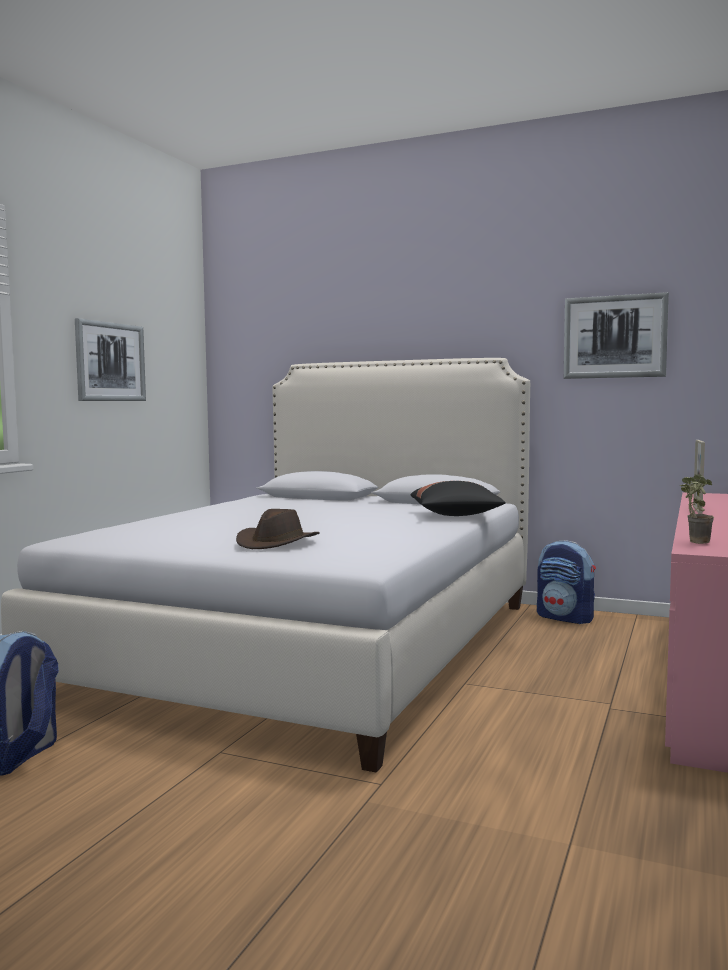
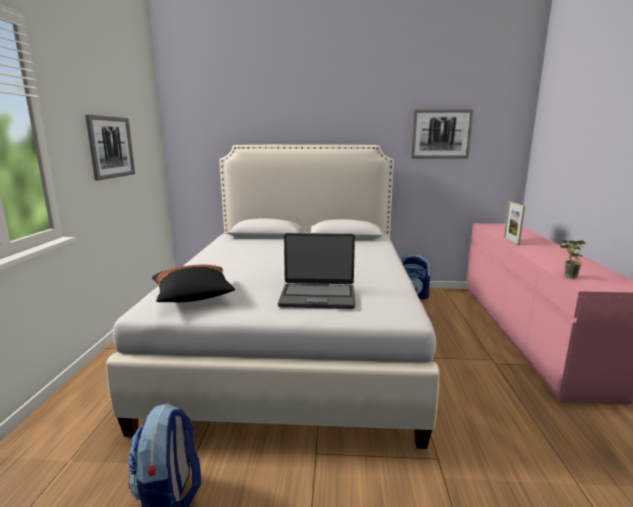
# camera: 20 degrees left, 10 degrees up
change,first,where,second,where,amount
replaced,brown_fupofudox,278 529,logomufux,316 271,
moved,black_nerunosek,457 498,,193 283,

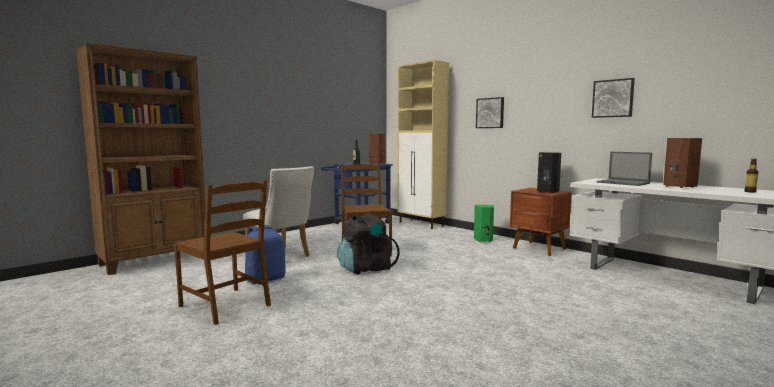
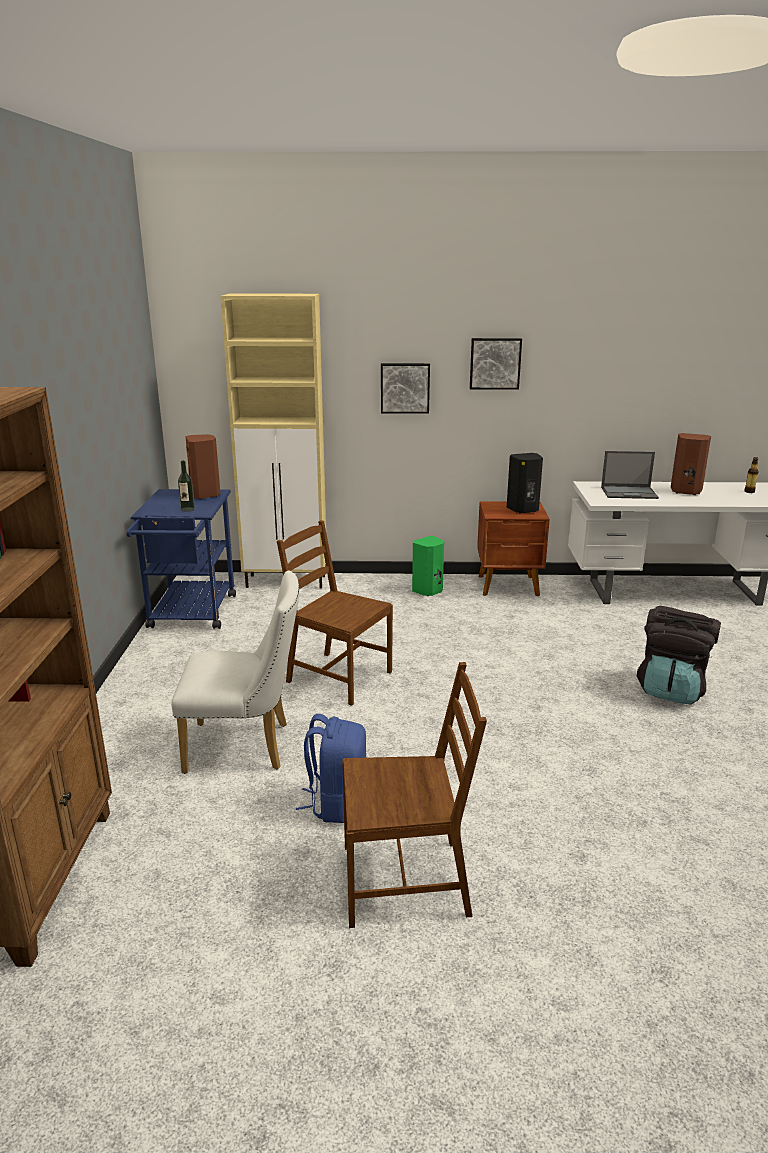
# camera: 45 degrees left, 15 degrees up
change,first,where,second,where,amount
moved,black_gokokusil,368 244,,679 655,
moved,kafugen,613 98,,496 364,

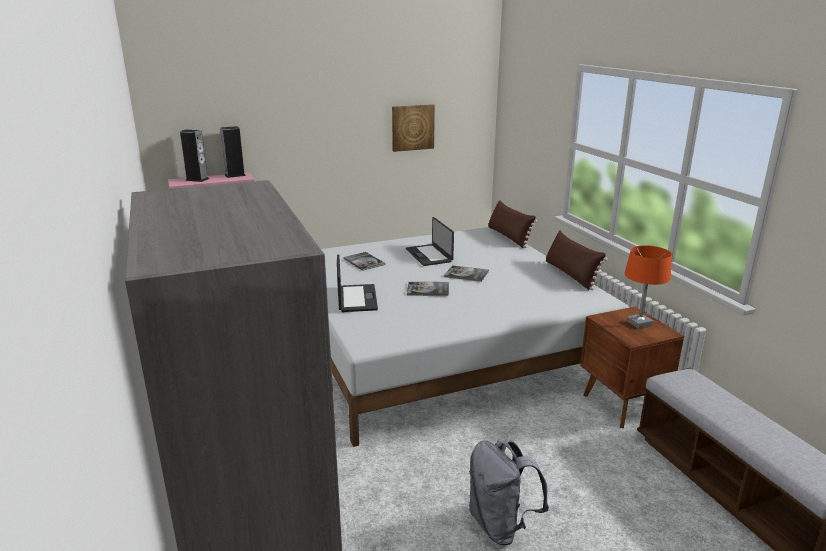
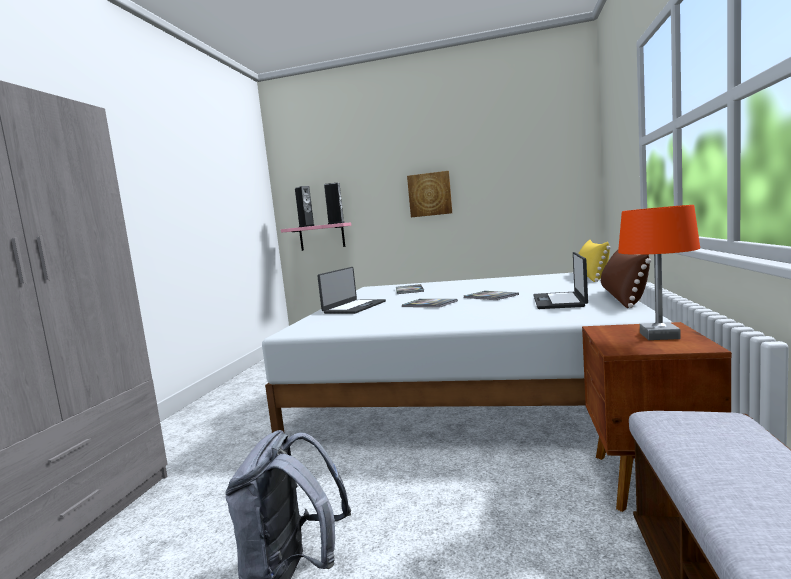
# camera: 35 degrees right, 15 degrees down
change,first,where,second,where,amount
moved,kafugen,413 128,,429 194,
moved,logomufux,430 241,,560 280,
recoloured,brown_nerunosek,512 224,yellow_nerunosek,594 261,

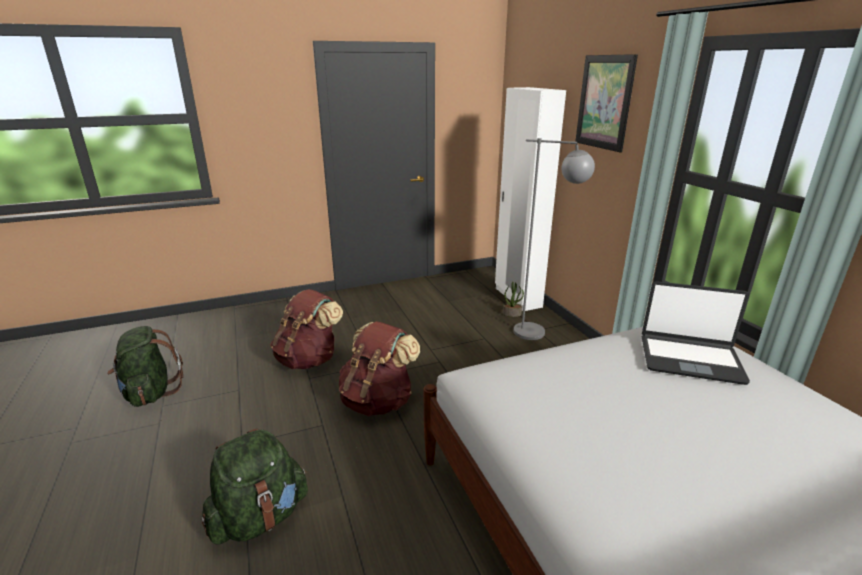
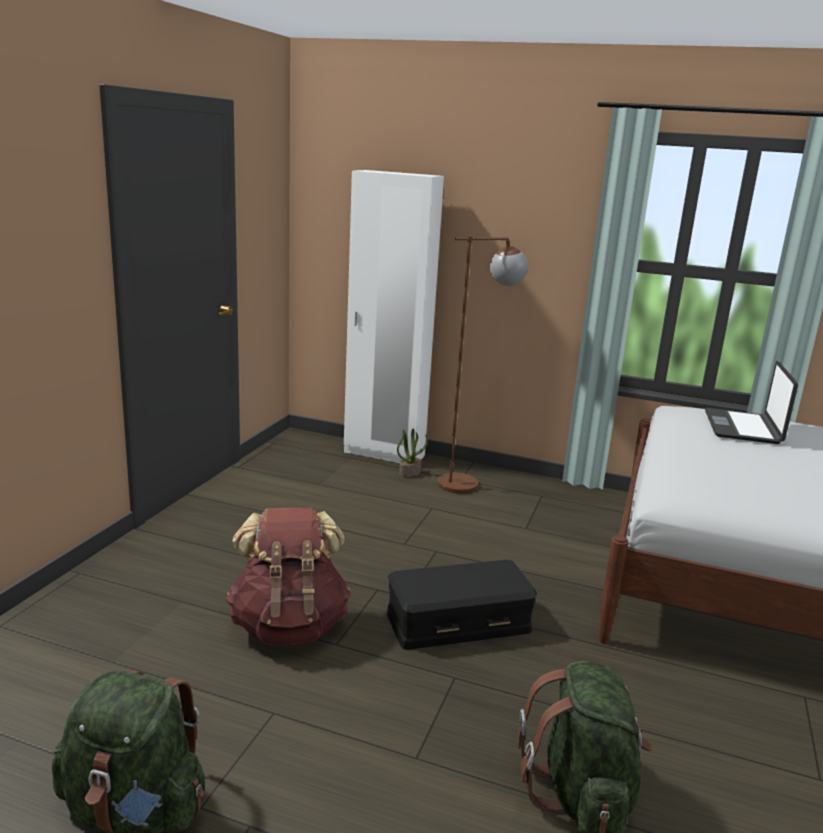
# camera: 50 degrees left, 5 degrees down
change,first,where,second,where,amount
replaced,brown_gokokusil,379 369,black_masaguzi,461 605,
recoloured,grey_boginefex,554 239,brown_boginefex,483 365,
removed,kafugen,606 103,,,
turned,logomufux,696 333,,751 402,135 degrees clockwise

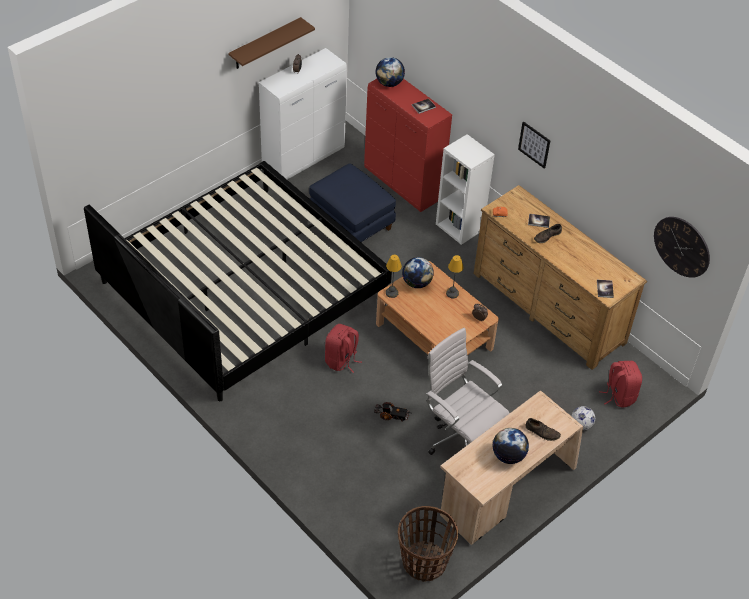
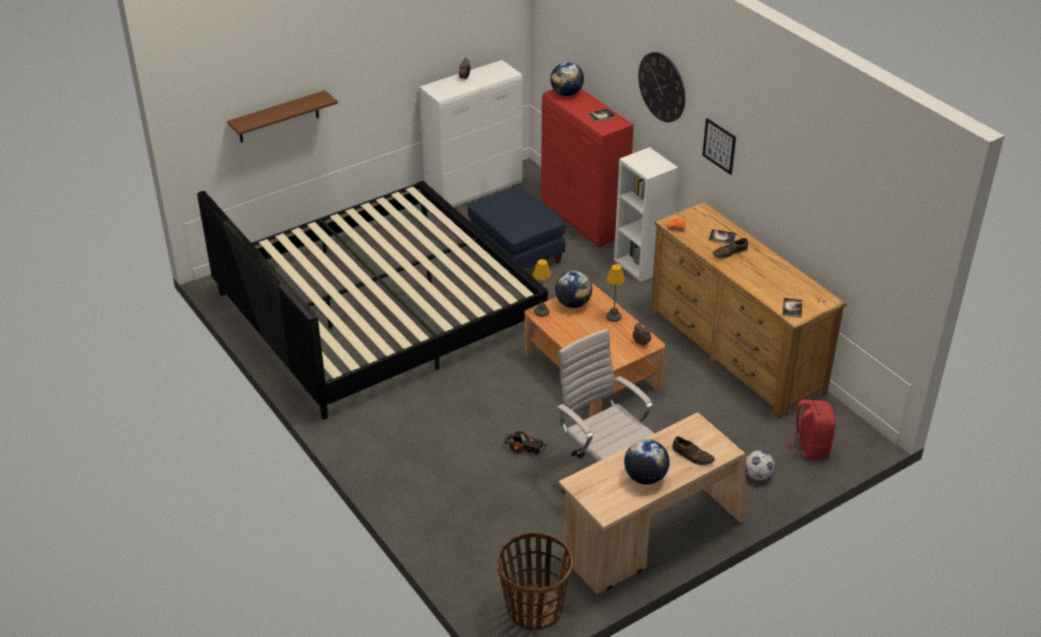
# camera: 10 degrees right, 10 degrees down
change,first,where,second,where,amount
moved,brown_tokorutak,271 43,,282 116,
removed,red_gokokusil,343 348,,,
moved,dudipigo,682 247,,661 87,

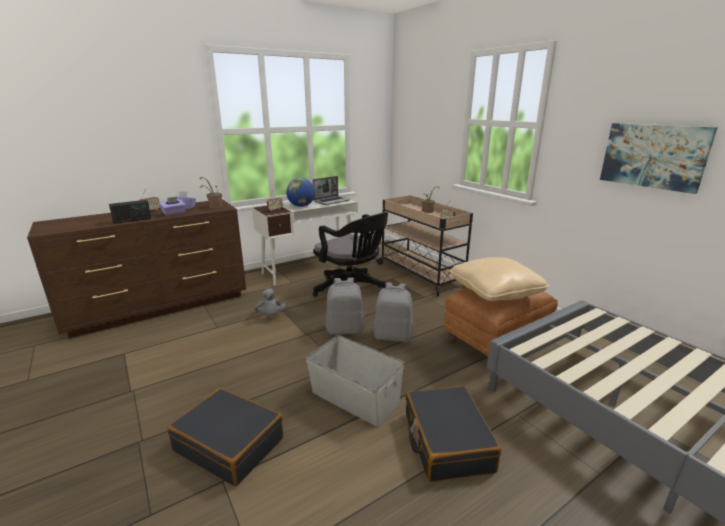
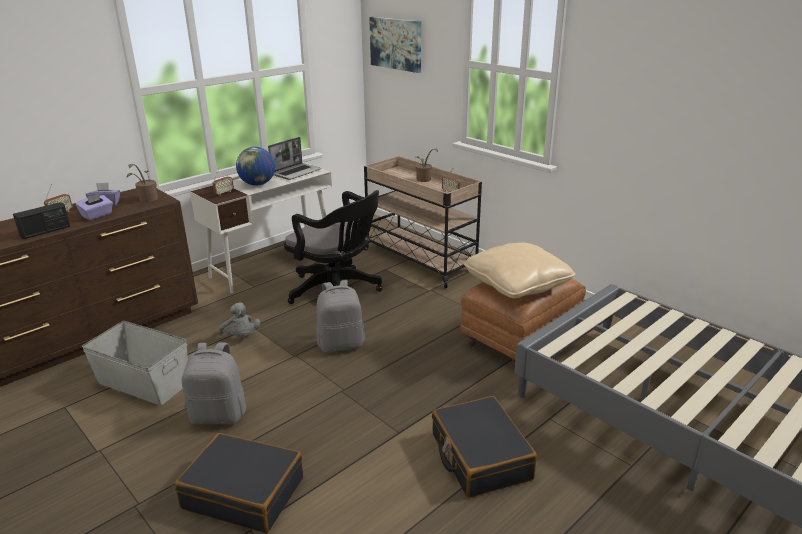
# camera: 10 degrees left, 5 degrees up
change,first,where,second,where,amount
moved,grey_masaguzi,355 381,,135 363,
moved,grey_gokokusil,393 312,,213 384,
moved,kafugen,659 158,,395 45,

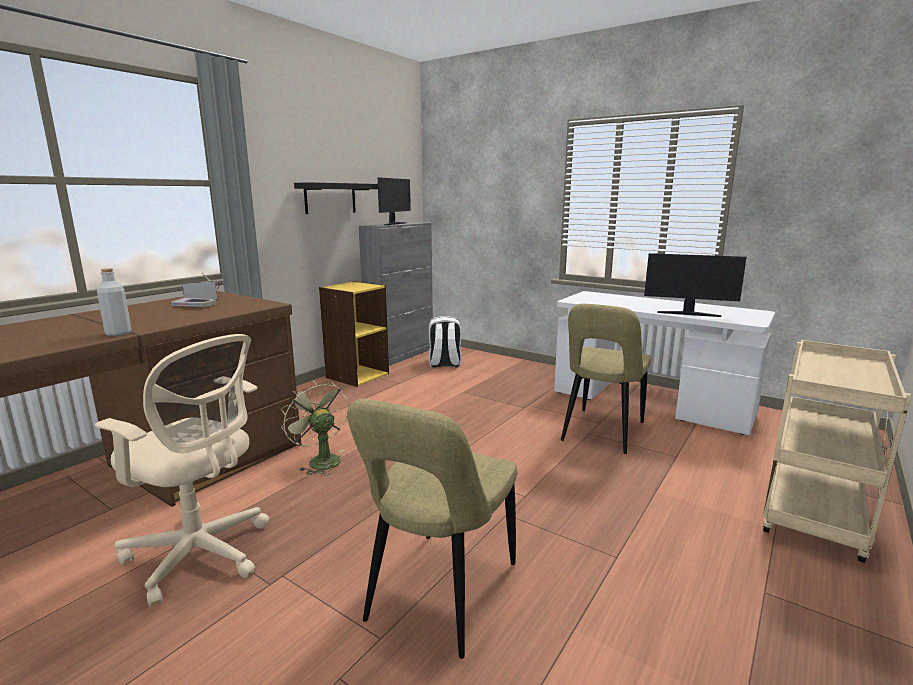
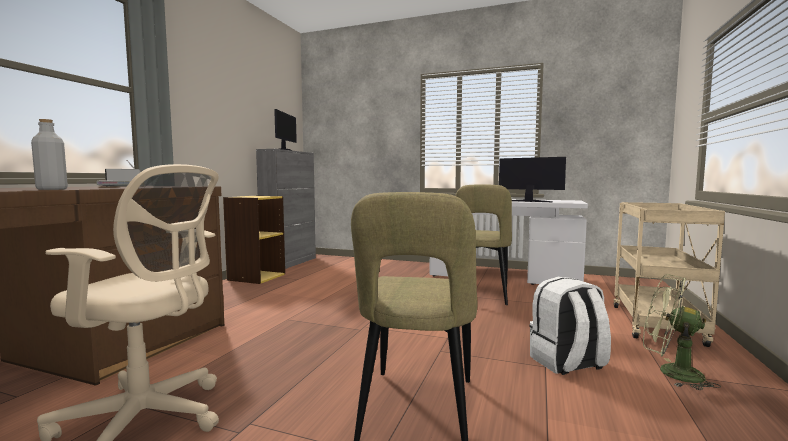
# camera: 15 degrees left, 10 degrees down
change,first,where,second,where,amount
moved,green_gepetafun,315 428,,682 332,
removed,black_tokorutak,336 198,,,
moved,white_gokokusil,445 341,,570 325,
turned,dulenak,695 285,,532 179,150 degrees counterclockwise

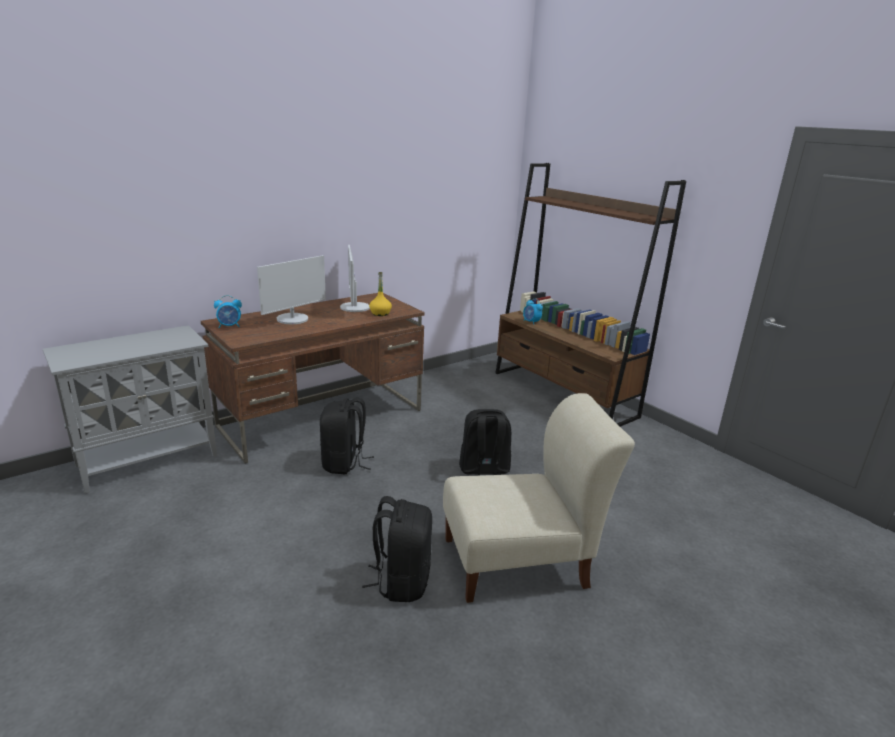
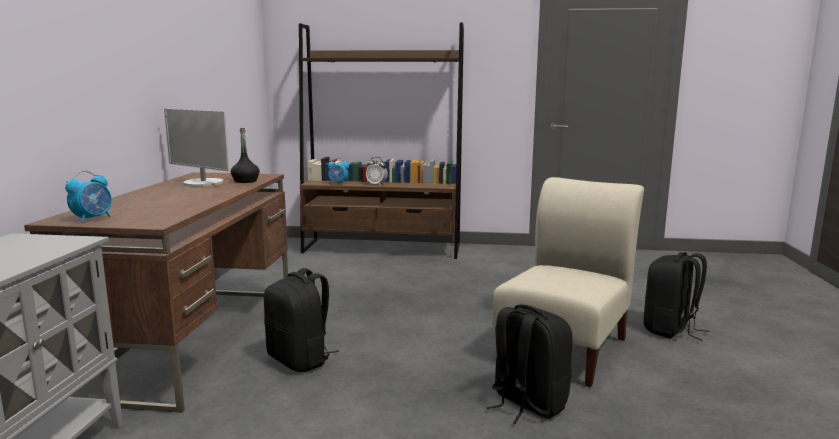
# camera: 45 degrees left, 10 degrees down
change,first,where,second,where,amount
removed,dulenak,291 289,,,
recoloured,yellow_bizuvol,380 294,black_bizuvol,245 155,
moved,black_gokokusil,485 442,,676 296,
added,,,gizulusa,377 171,

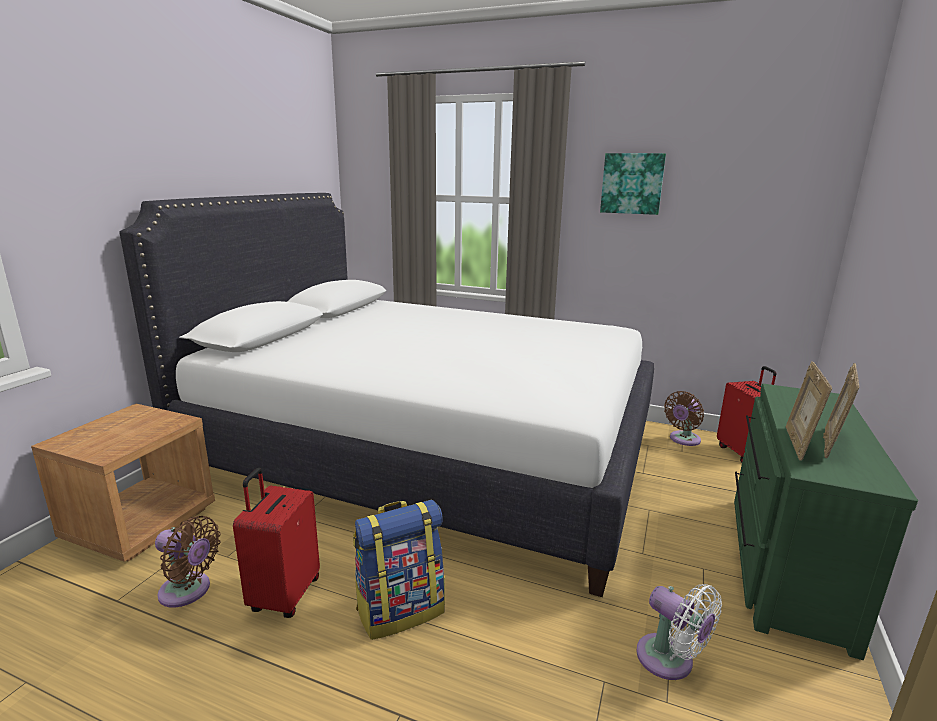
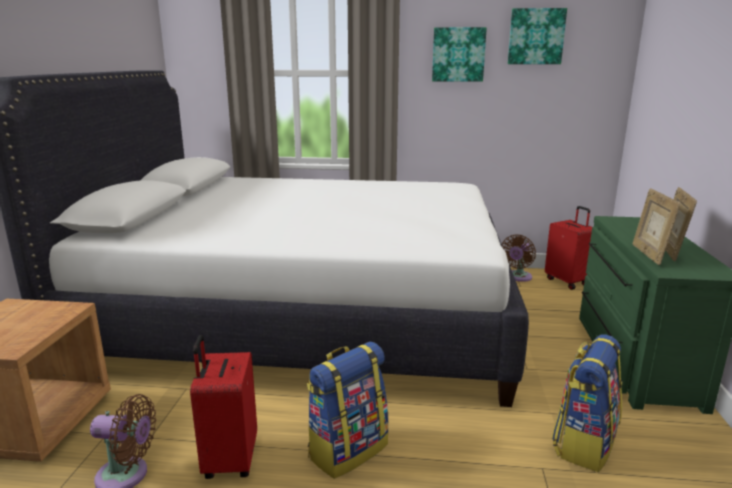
# camera: 15 degrees left, 0 degrees up
change,first,where,second,where,amount
replaced,white_gepetafun,679 632,gokokusil,587 403,
added,,,kafugen,537 36,

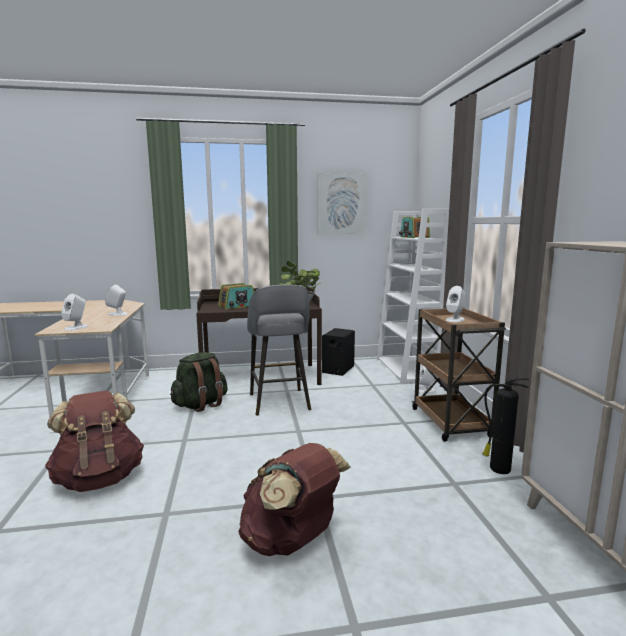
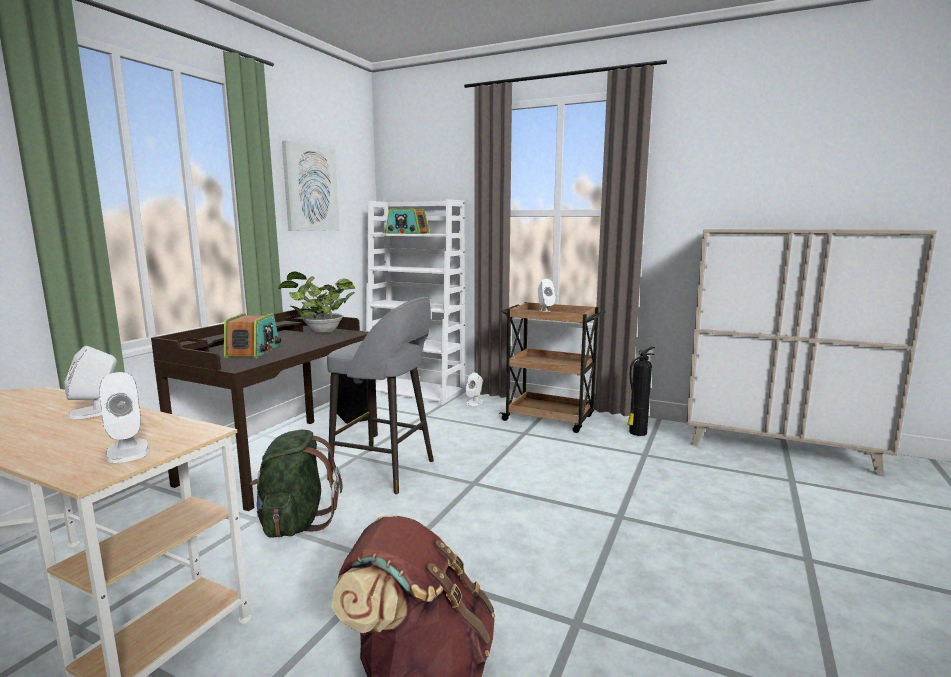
# camera: 55 degrees left, 0 degrees up
change,first,where,second,where,amount
removed,brown_gokokusil,294 499,,,

